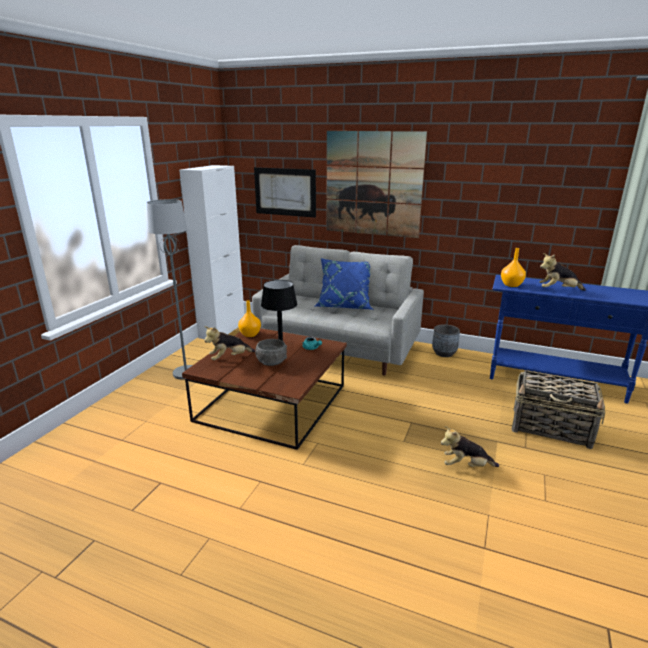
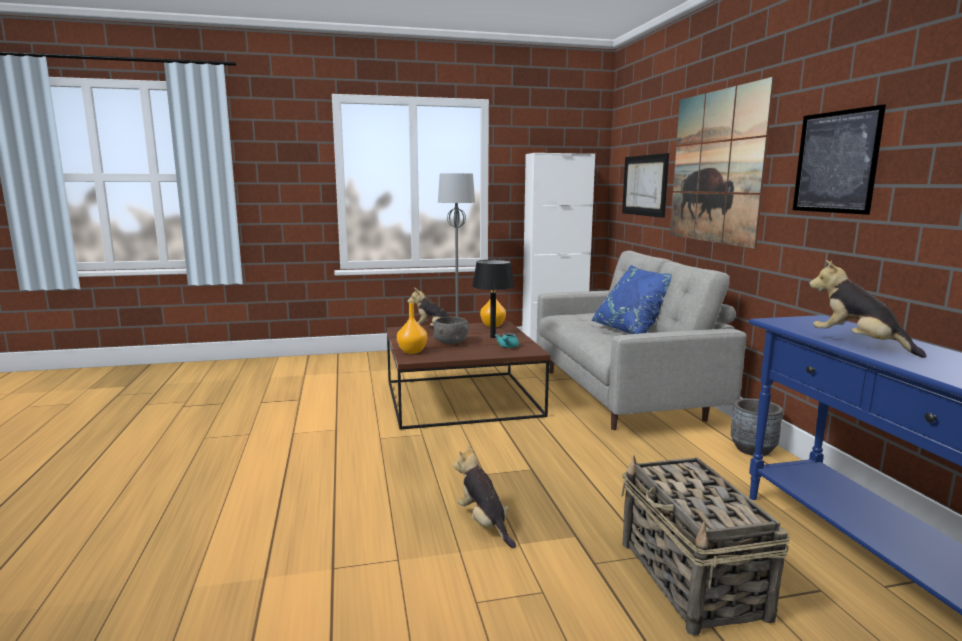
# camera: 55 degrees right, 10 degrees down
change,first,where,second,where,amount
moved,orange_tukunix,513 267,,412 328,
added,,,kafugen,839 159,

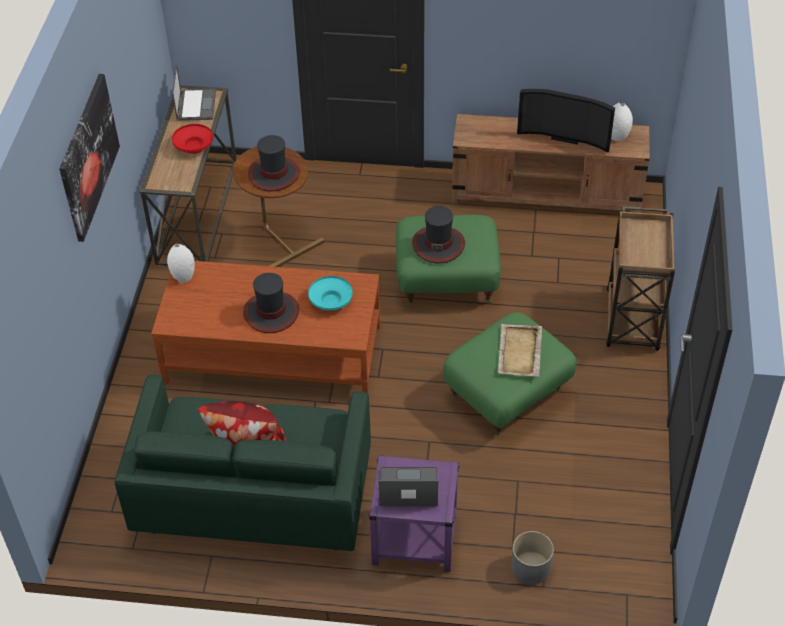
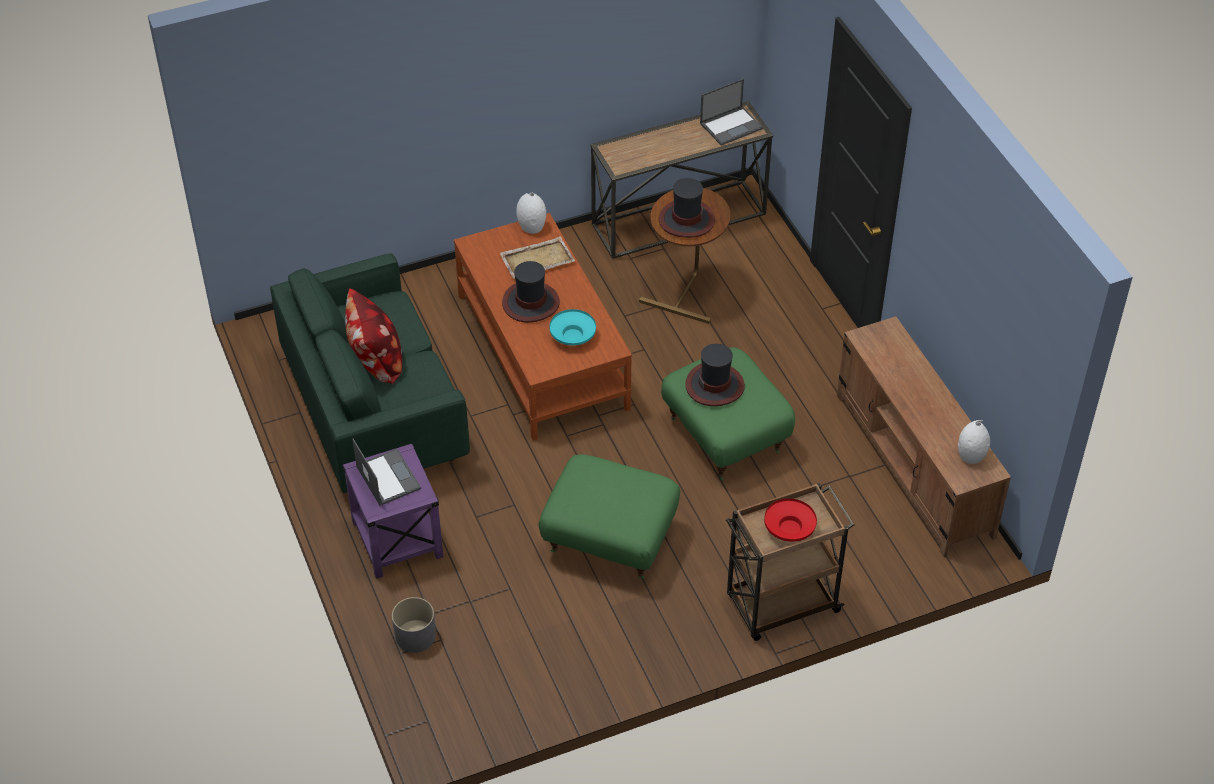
# camera: 60 degrees right, 0 degrees up
change,first,where,second,where,amount
removed,kafugen,89 158,,,
moved,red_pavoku,192 139,,790 520,
moved,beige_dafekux,520 350,,537 257,
removed,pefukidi,566 121,,,

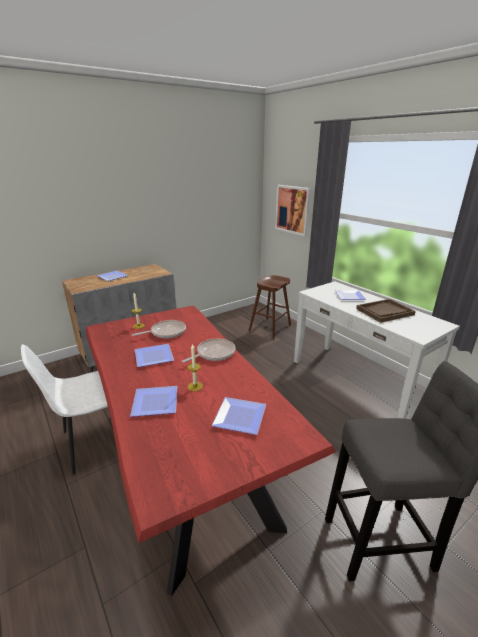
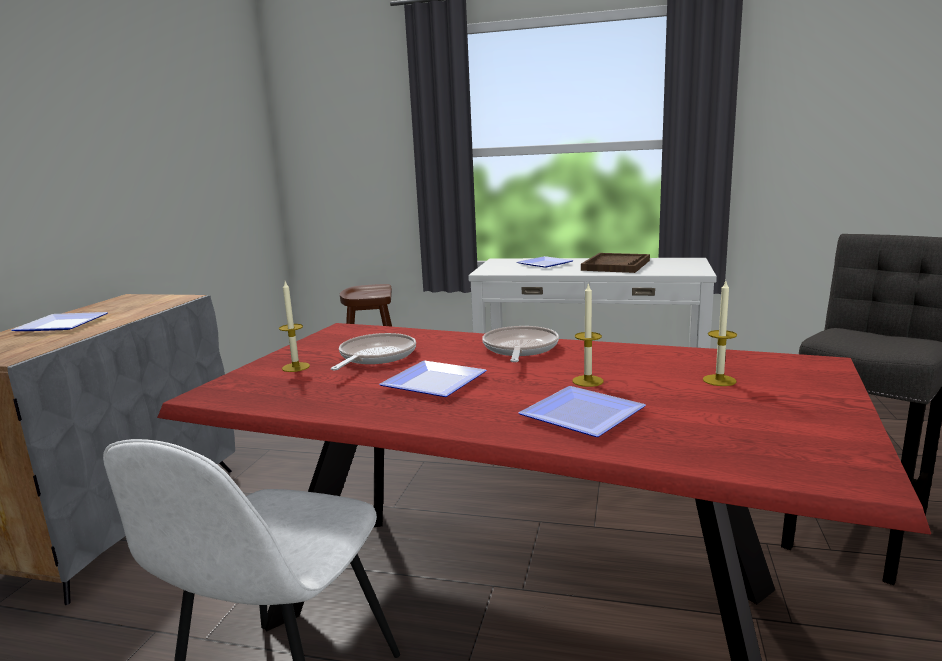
# camera: 40 degrees left, 10 degrees down
change,first,where,second,where,amount
replaced,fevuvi,239 416,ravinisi,720 333,
removed,kafugen,293 210,,,

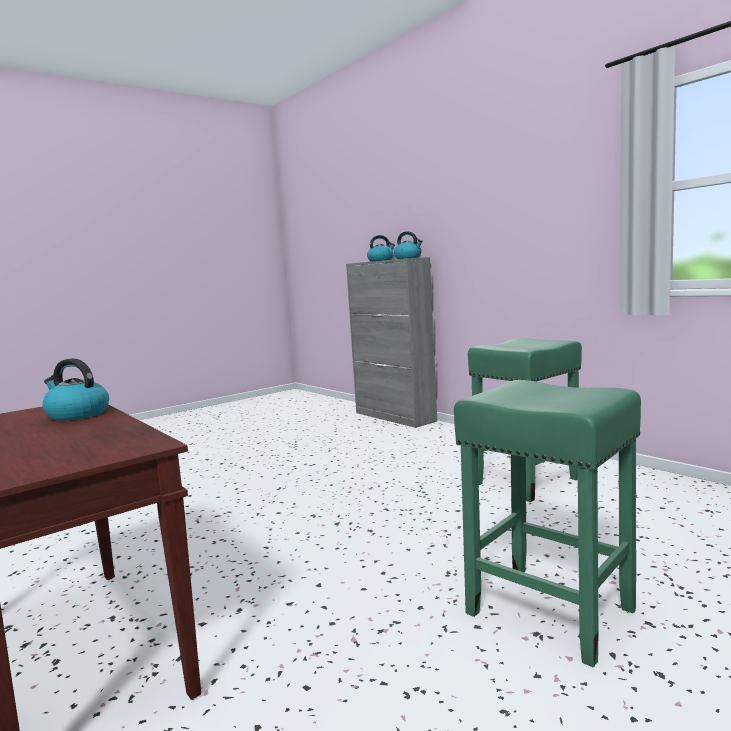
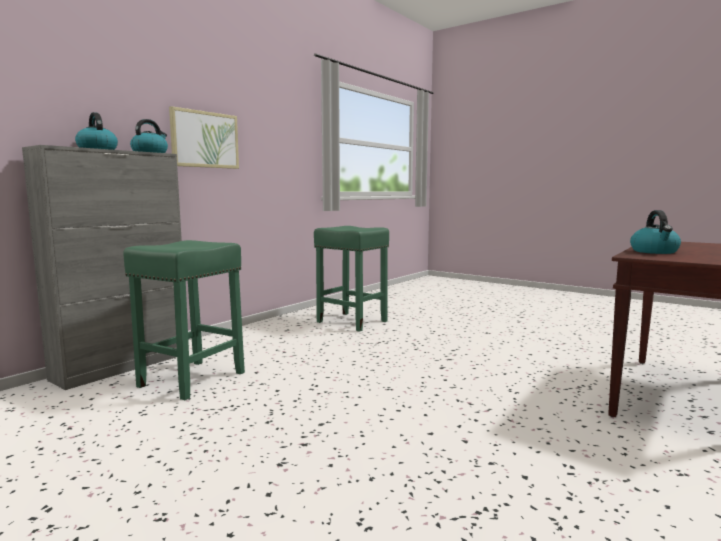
# camera: 105 degrees left, 0 degrees up
change,first,where,second,where,amount
moved,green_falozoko,547 523,,184 320,
added,,,kafugen,204 137,

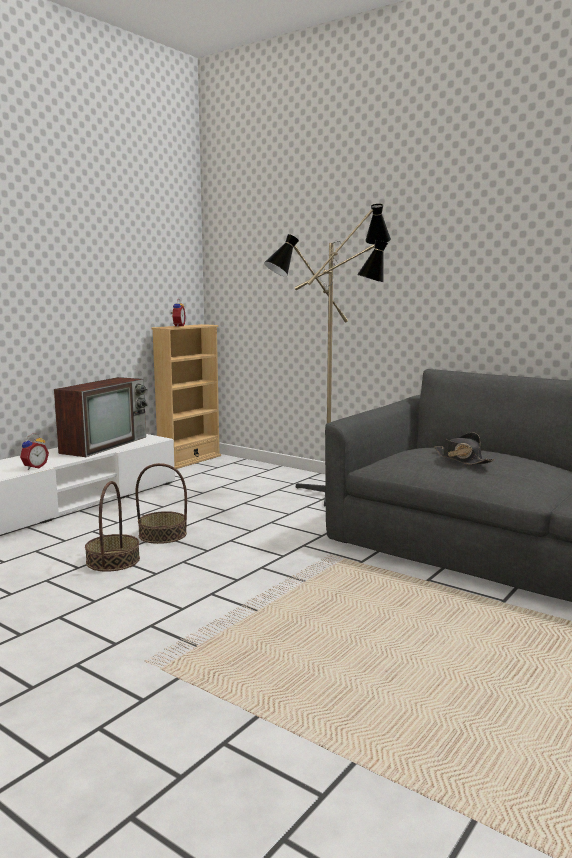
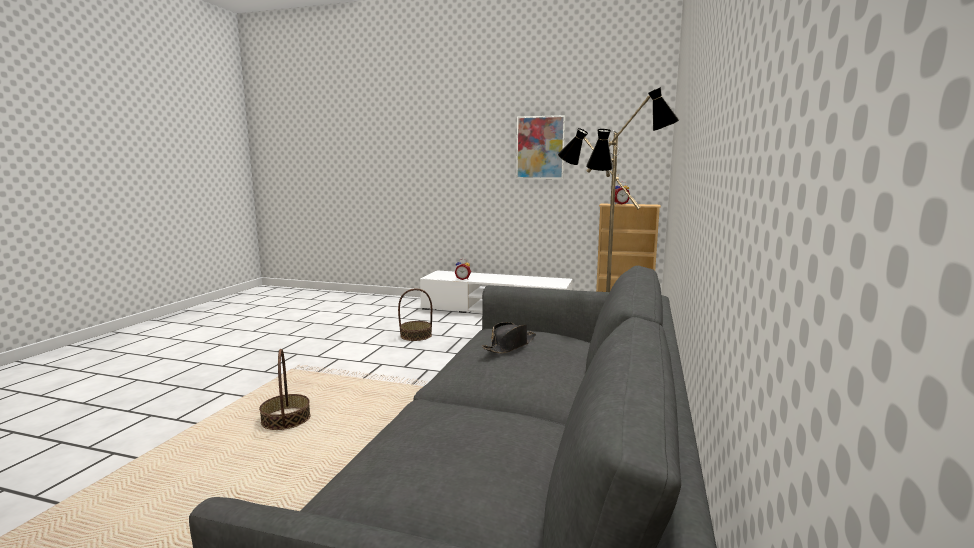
# camera: 70 degrees right, 0 degrees up
change,first,where,second,where,amount
removed,pefukidi,101 417,,,
moved,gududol,161 503,,285 389,
added,,,kafugen,540 147,

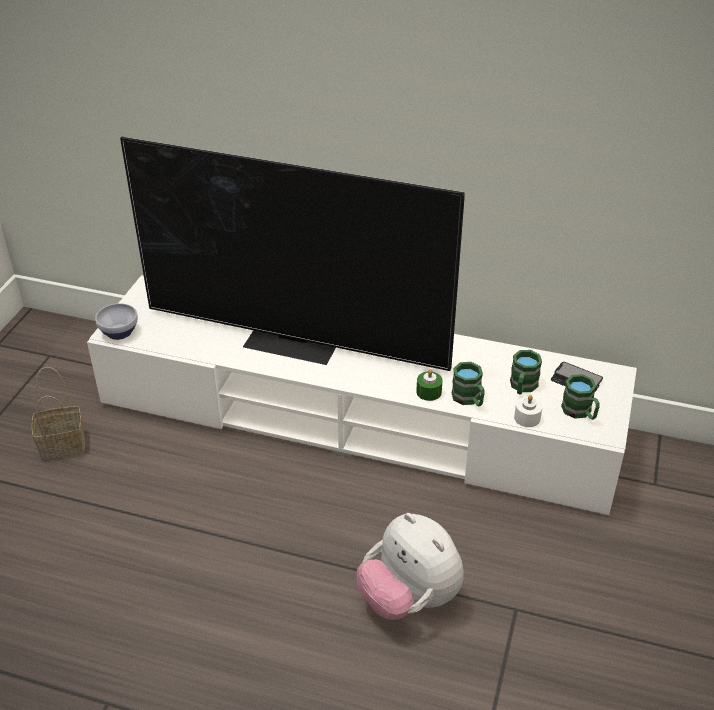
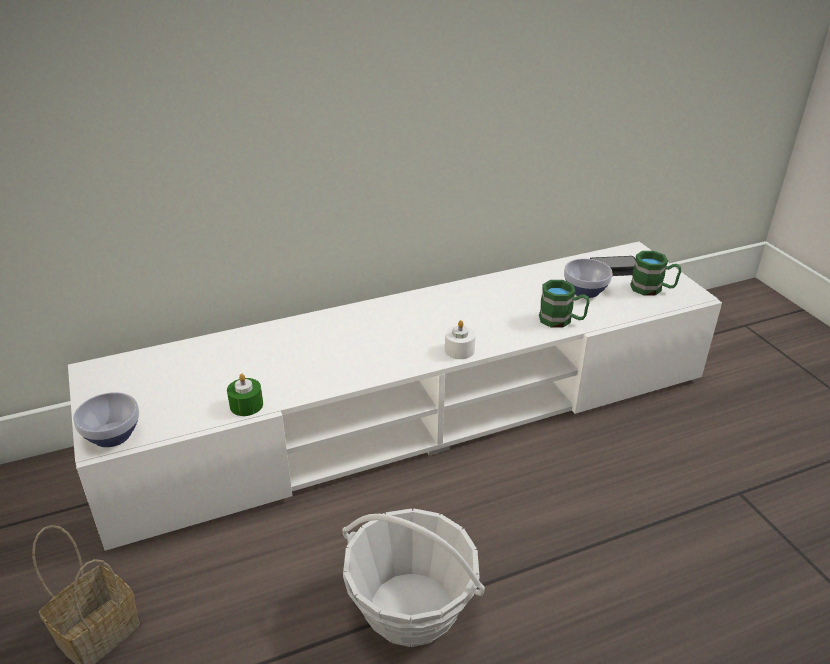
# camera: 40 degrees left, 5 degrees down
change,first,where,second,where,amount
removed,pefukidi,292 254,,,
removed,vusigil,409 566,,,
moved,green_ravinisi,429 385,,245 395,
replaced,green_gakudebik,526 372,pavoku,588 278,
moved,white_ravinisi,528 411,,460 339,
added,,,gududol,413 577,

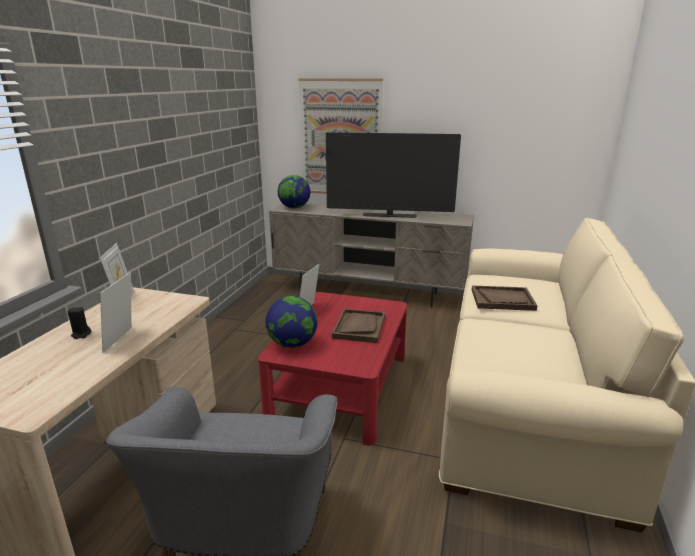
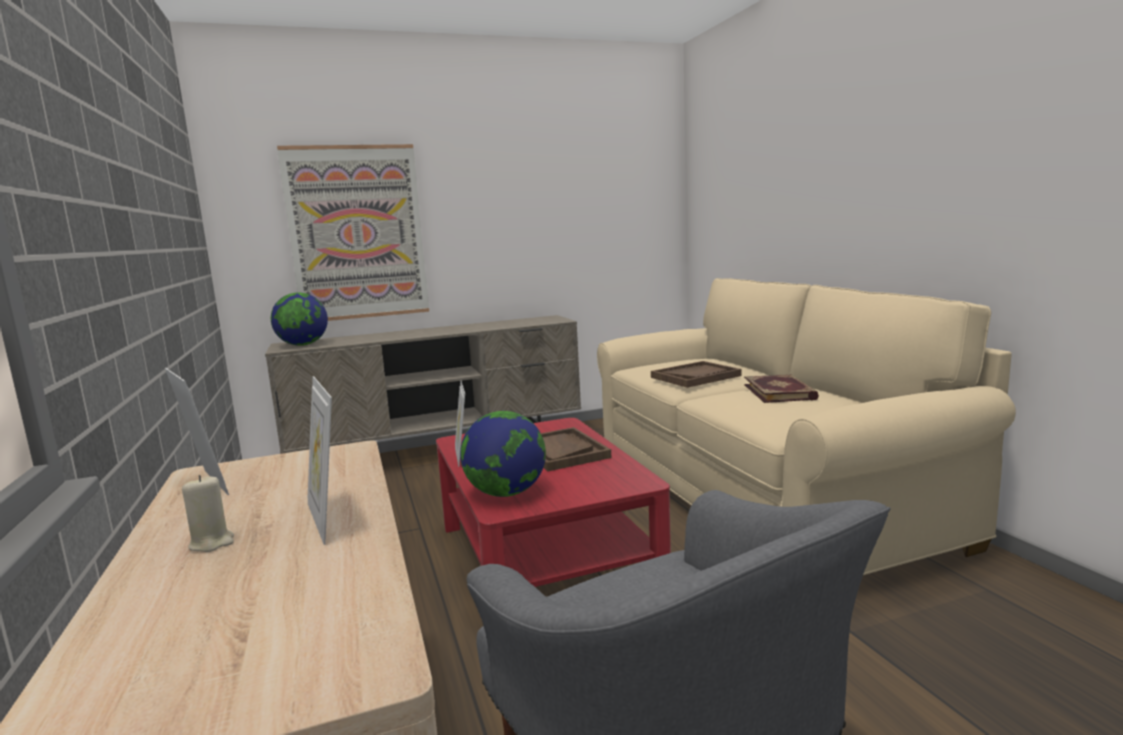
# camera: 35 degrees left, 10 degrees down
change,first,where,second,where,amount
recoloured,black_ravinisi,79 323,beige_ravinisi,208 513,
removed,pefukidi,393 175,,,
added,,,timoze,781 388,

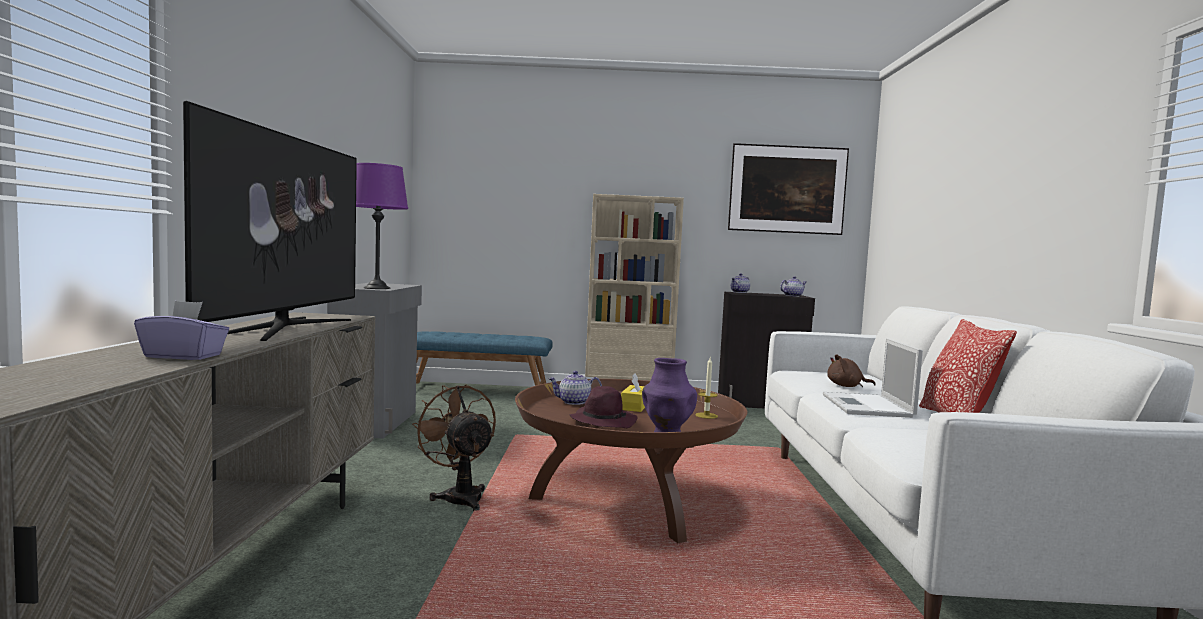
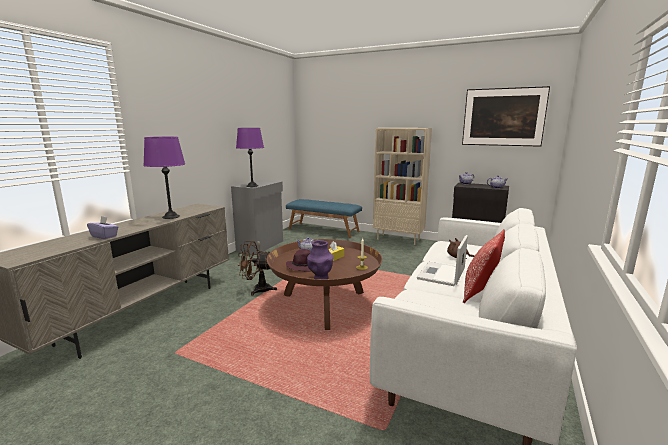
# camera: 25 degrees right, 10 degrees up
change,first,where,second,where,amount
replaced,pefukidi,270 221,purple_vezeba,164 178,
turned,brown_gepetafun,454 448,,257 268,75 degrees counterclockwise

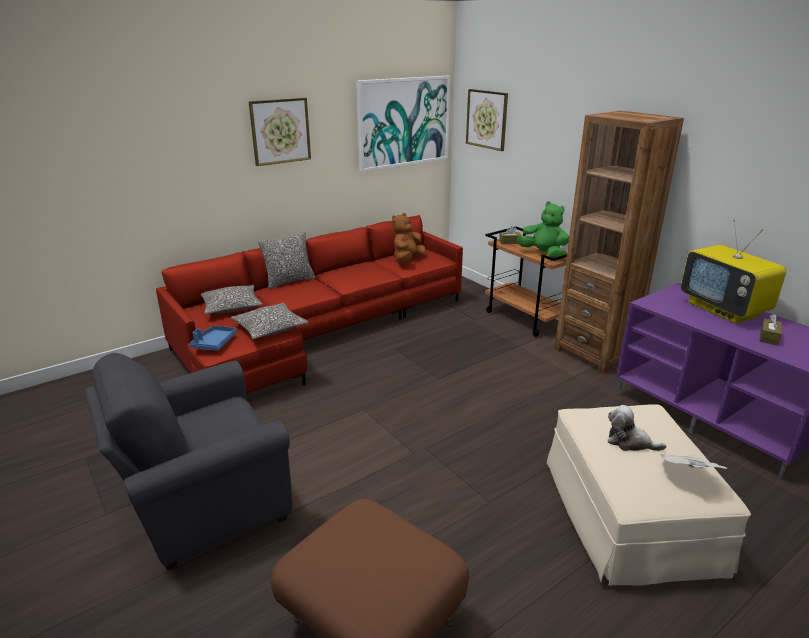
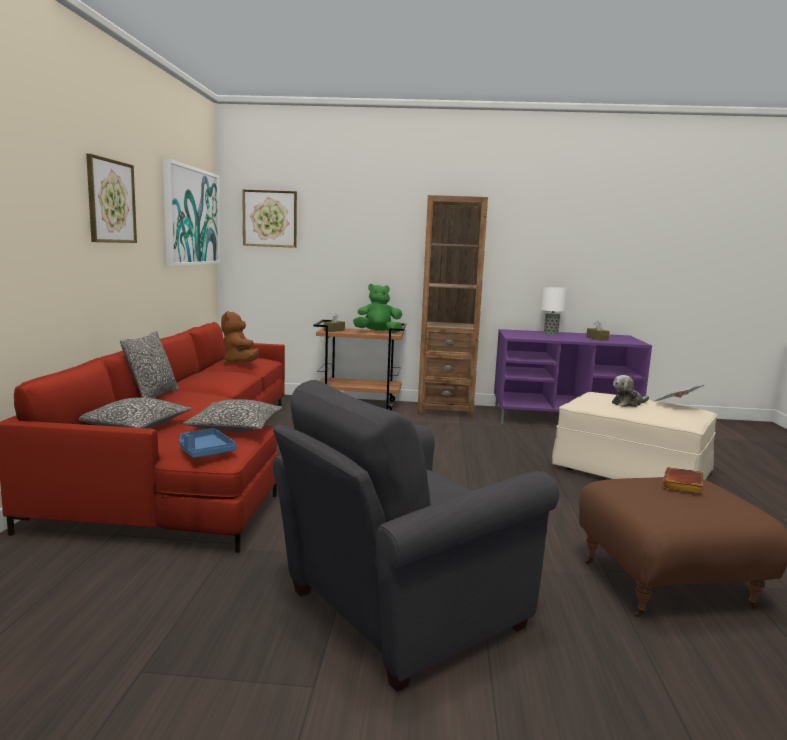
# camera: 50 degrees left, 15 degrees down
change,first,where,second,where,amount
turned,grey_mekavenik,188 461,,416 536,45 degrees clockwise
replaced,pefukidi,733 272,vezeba,554 311,
added,,,brown_timoze,683 480,

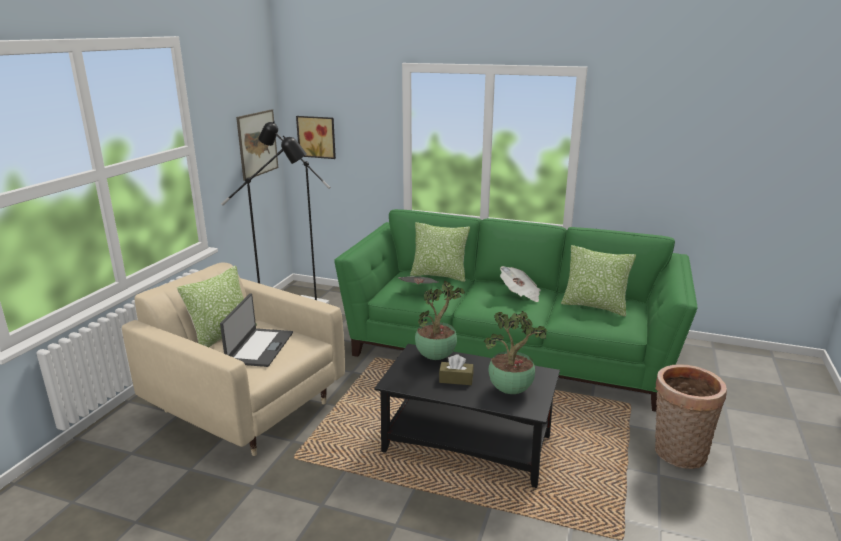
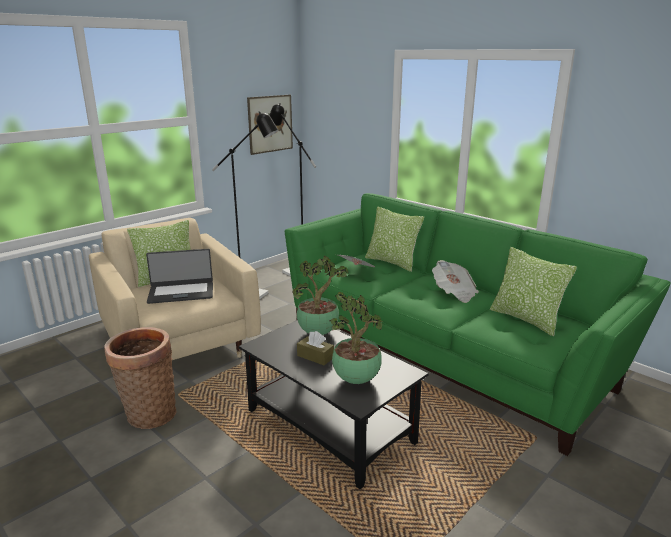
# camera: 25 degrees right, 0 degrees up
change,first,where,second,where,amount
turned,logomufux,256 330,,179 276,45 degrees clockwise
removed,kafugen,316 137,,,
moved,gududol,691 417,,140 378,

